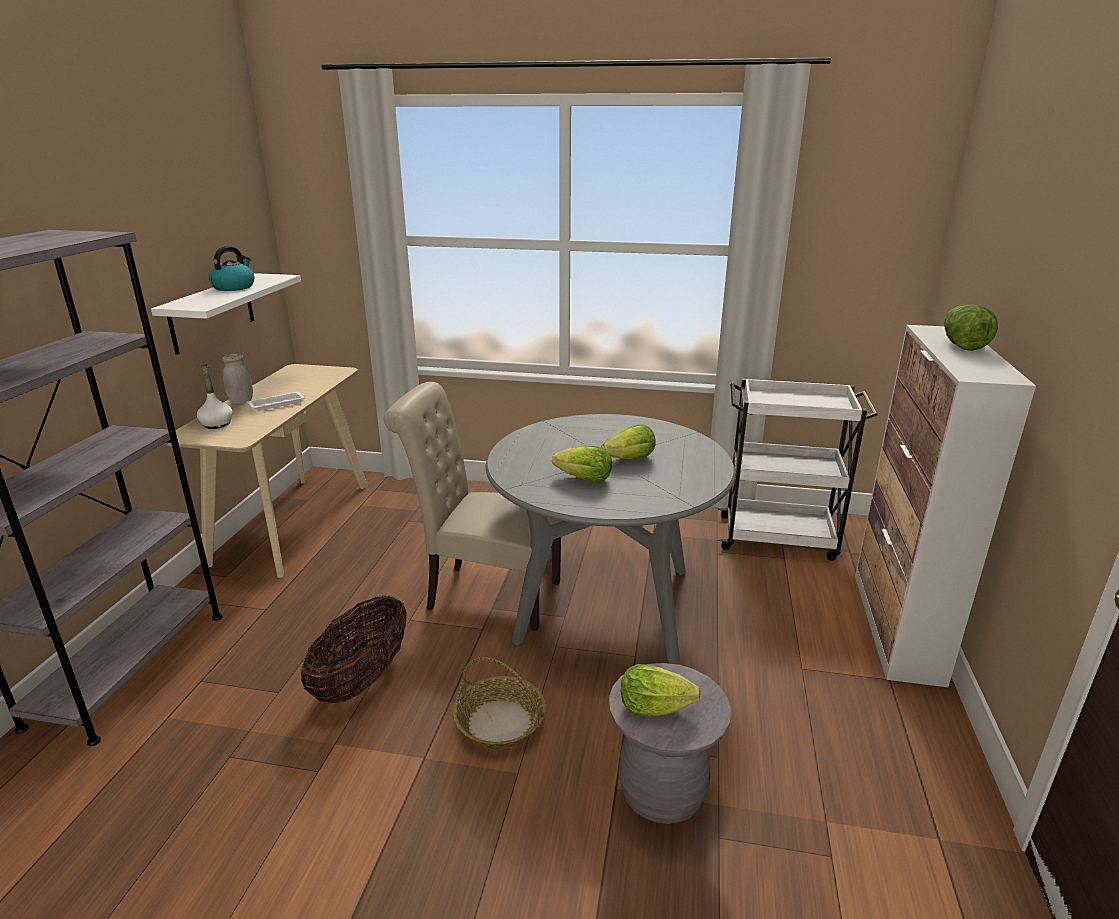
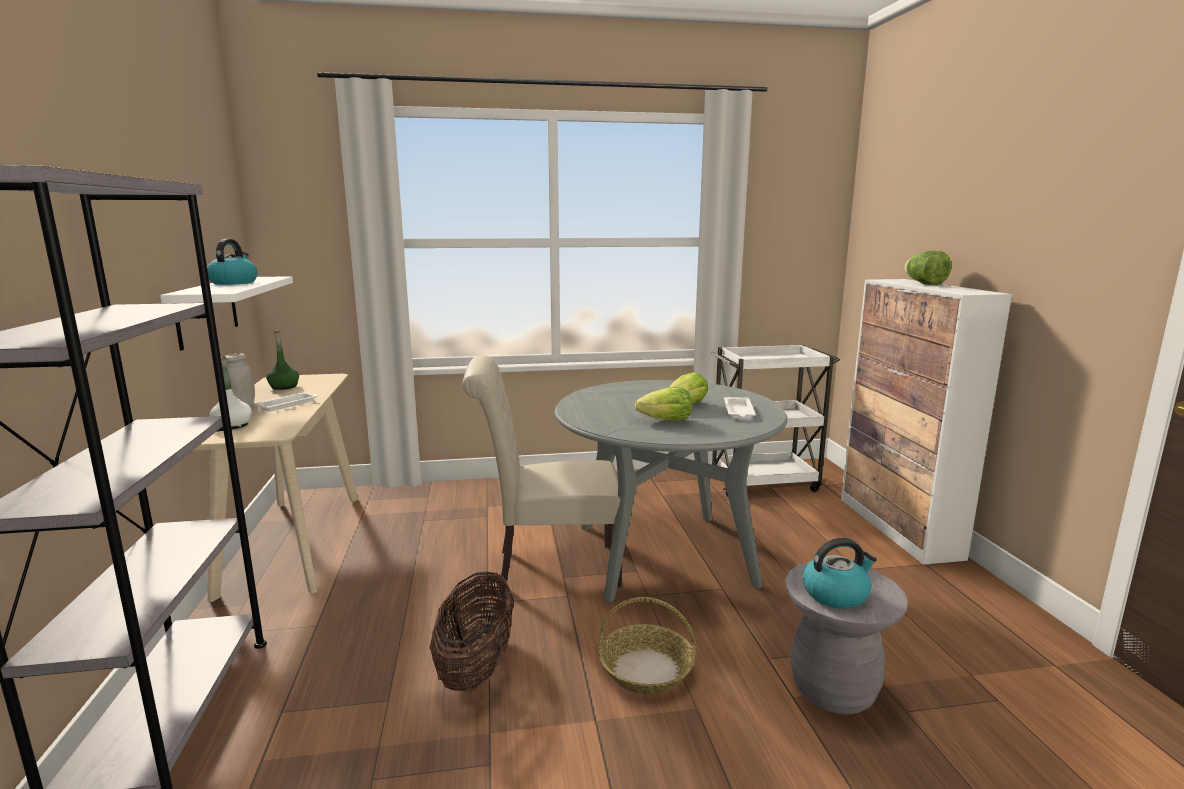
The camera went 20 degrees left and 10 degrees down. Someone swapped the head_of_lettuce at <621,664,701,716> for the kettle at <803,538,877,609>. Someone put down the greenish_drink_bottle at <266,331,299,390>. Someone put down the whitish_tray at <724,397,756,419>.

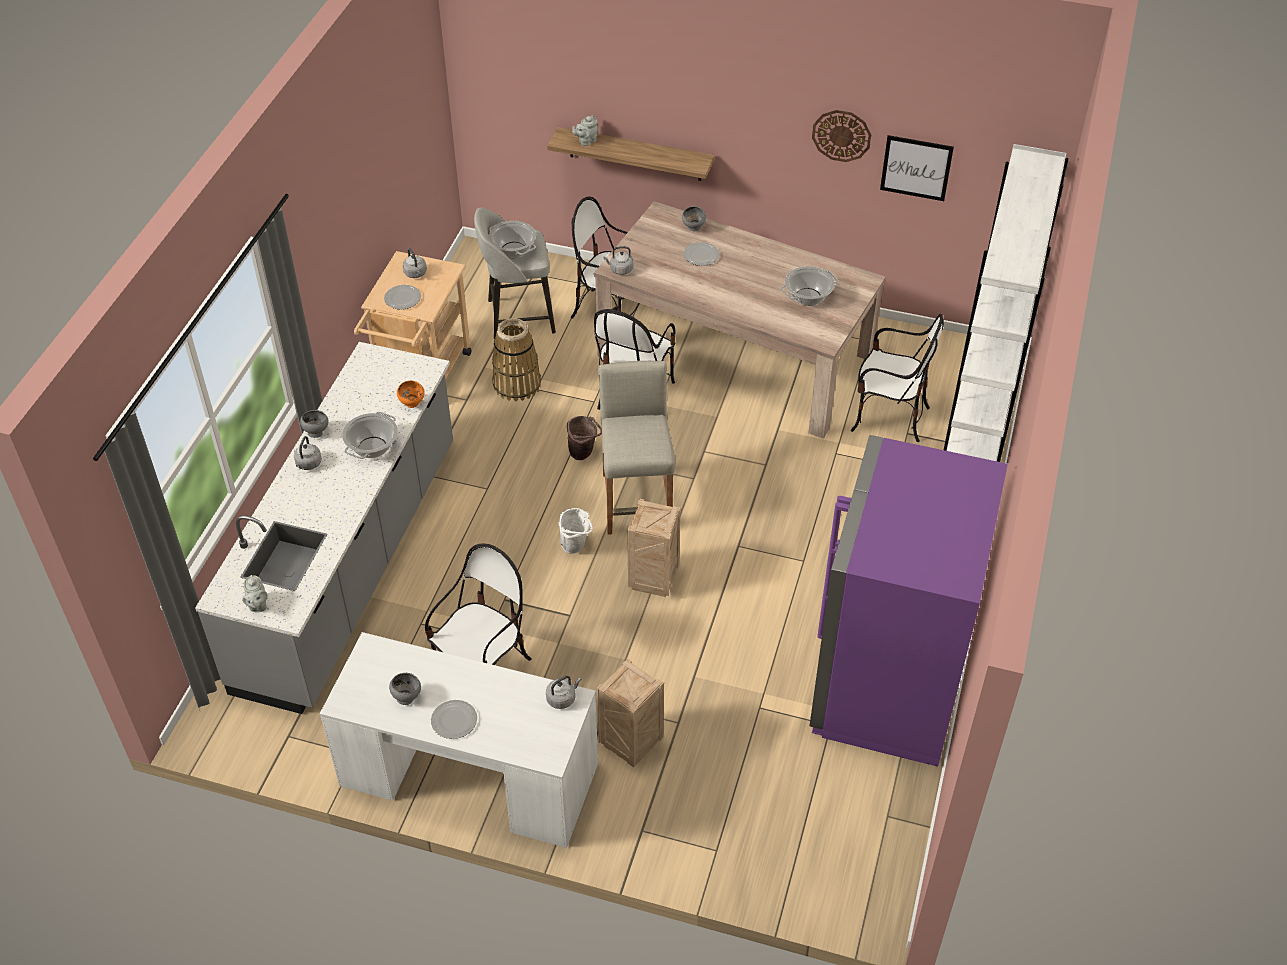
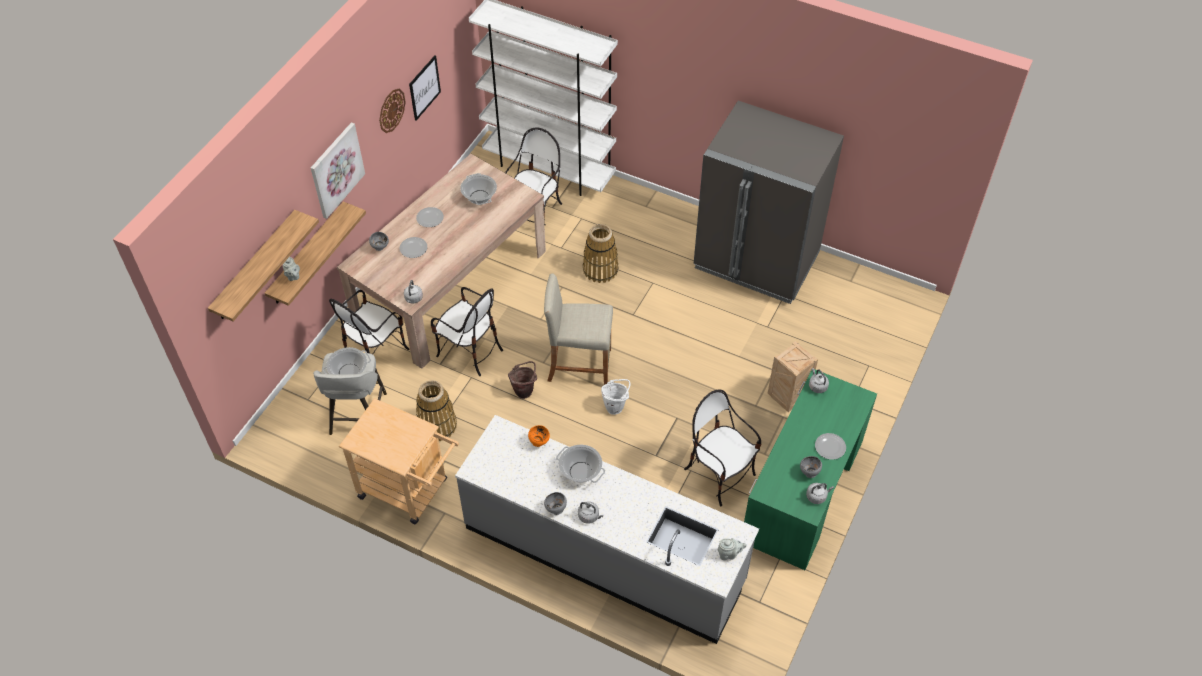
The camera went 80 degrees left and 5 degrees up. Someone repainted the whitish_desk_unit at <320,632,598,848>, which became the greenish_desk_unit at <744,369,877,570>. Someone carried the flat_dish from <384,285,421,309> to <416,207,444,227>. Someone carried the grey_kettle from <403,248,427,278> to <806,483,834,504>. Someone took away the crate at <627,499,681,597>. Someone repainted the purple_refrigerator at <810,435,1008,767>, which became the grey_refrigerator at <694,101,844,304>. Someone put up the bracket_shelf at <208,210,319,322>. Someone put up the picture at <311,122,365,219>. Someone put down the household_basket at <583,224,619,283>.

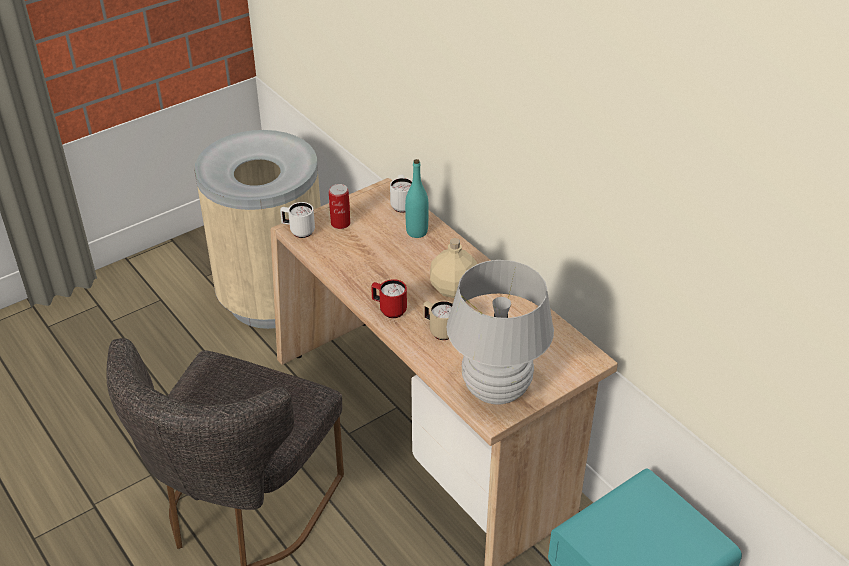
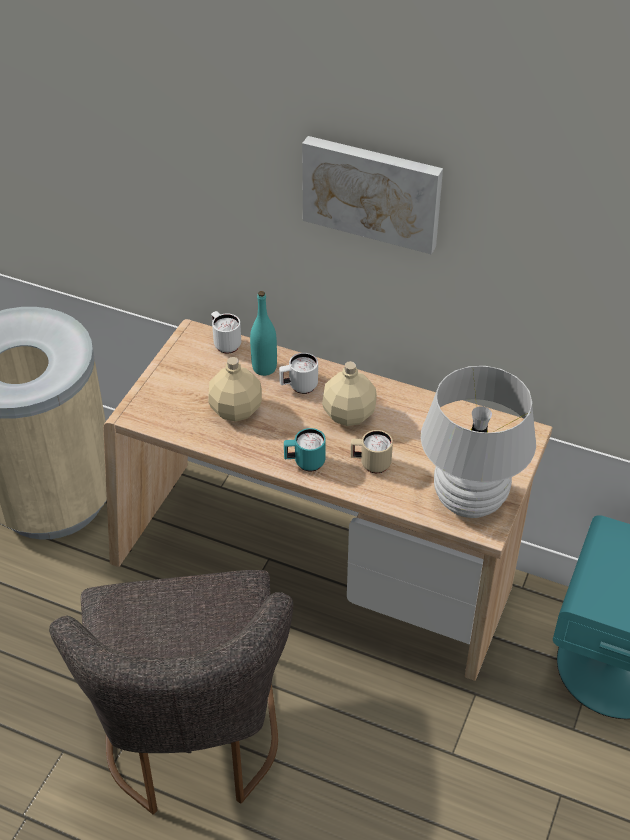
The camera went 30 degrees left and 5 degrees up. Someone carried the whitish_mug from <280,202,315,238> to <279,353,318,394>. Someone took away the sealed_can at <329,184,350,229>. Someone repainted the red_mug at <371,279,407,318>, which became the turquoise-coloured_mug at <284,428,326,472>. Someone put down the beige-coloured_drink_bottle at <208,357,262,422>. Someone put up the picture at <302,136,443,254>.

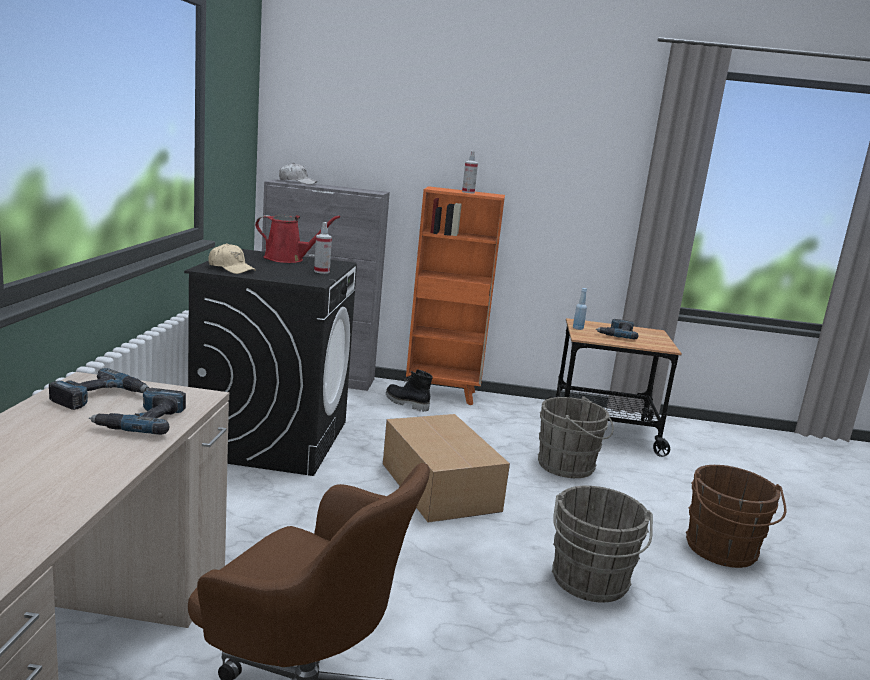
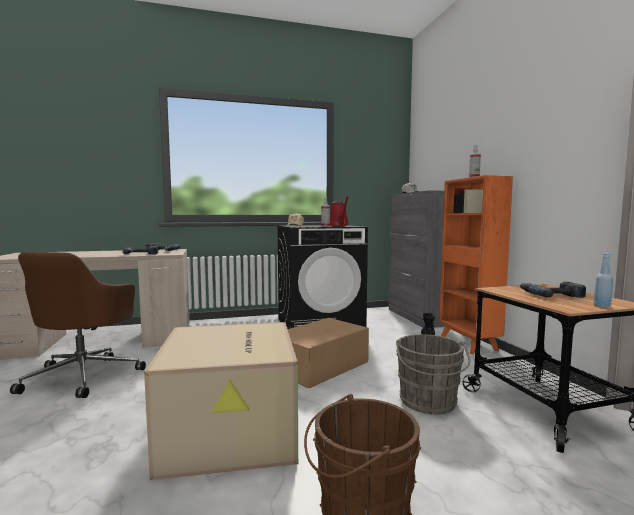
The camera went 70 degrees right and 10 degrees down. Someone swapped the grey_bucket at <552,486,653,603> for the packing_box at <144,322,298,480>. Someone carried the blue_drink_bottle from <573,288,587,330> to <593,253,613,308>.

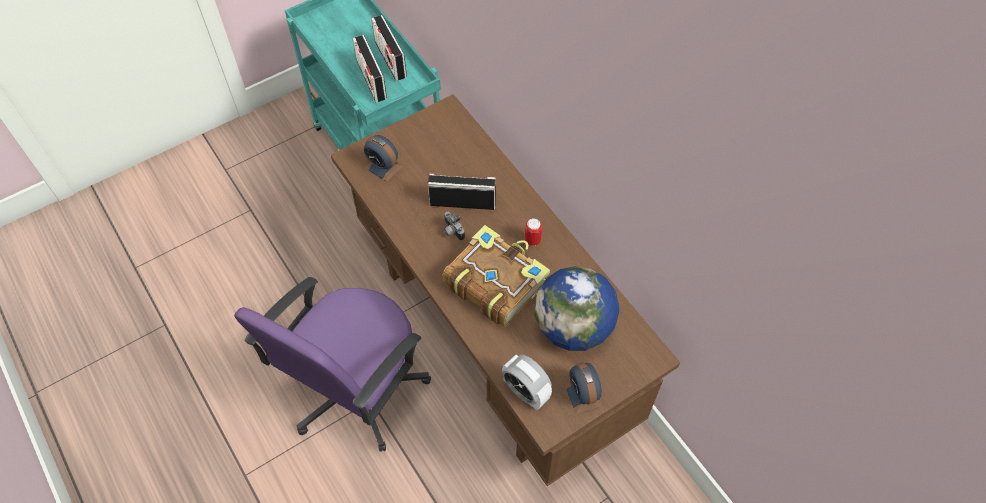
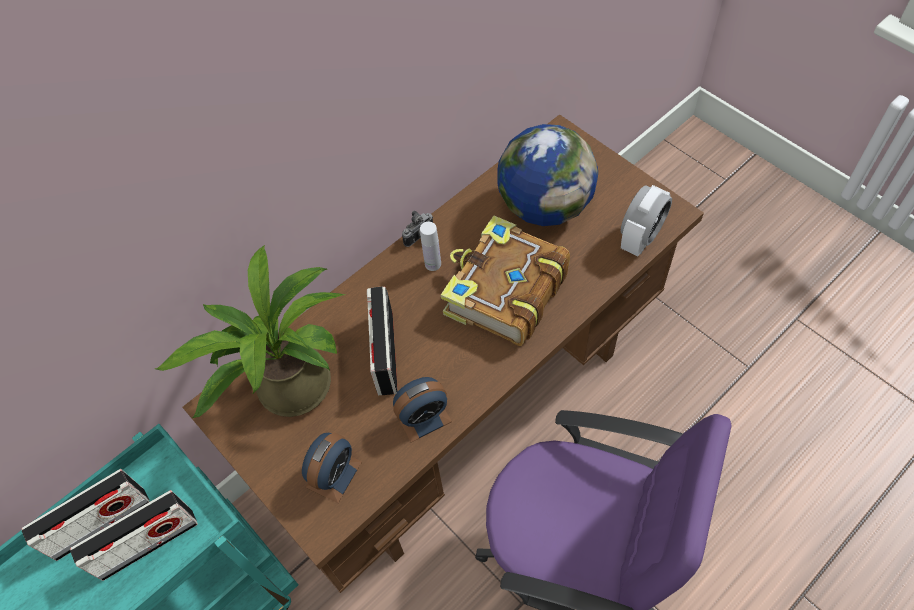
The camera went 95 degrees left and 0 degrees up. Someone carried the photo_camera from <444,211,465,241> to <402,210,434,247>. Someone swapped the sealed_can at <525,218,542,246> for the whitish_drink_bottle at <420,222,441,271>. Someone carried the bedside_clock from <564,362,602,414> to <393,377,452,442>. Someone put down the houseplant at <155,245,345,418>.

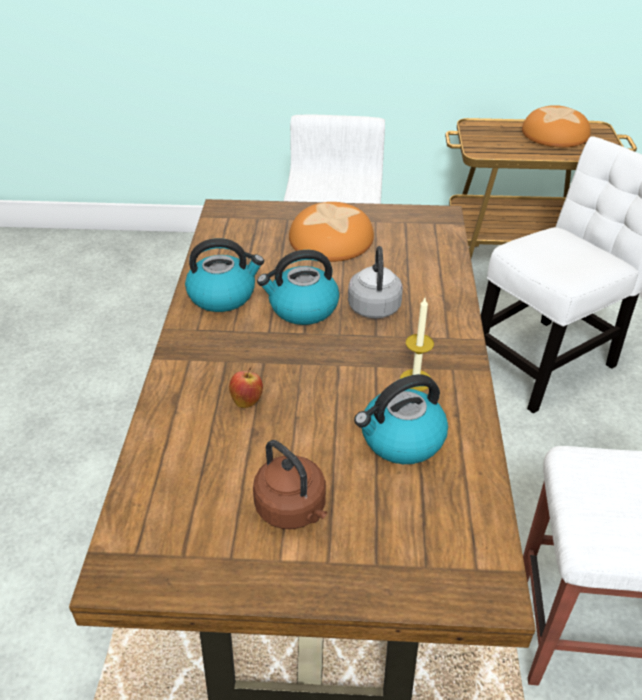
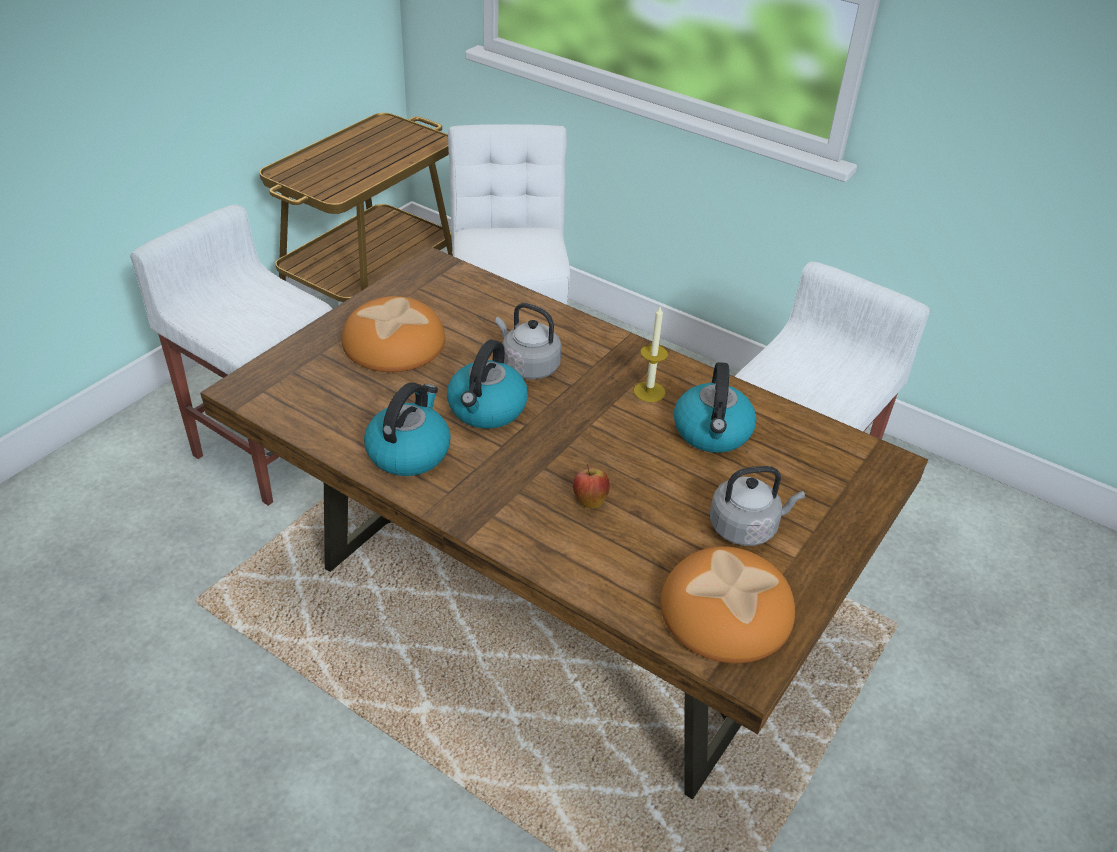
The camera went 60 degrees left and 0 degrees up. Someone repainted the brown-coloured_kettle at <253,440,327,529>, which became the grey_kettle at <709,466,805,546>. Someone carried the bread from <522,105,591,147> to <660,546,795,663>.

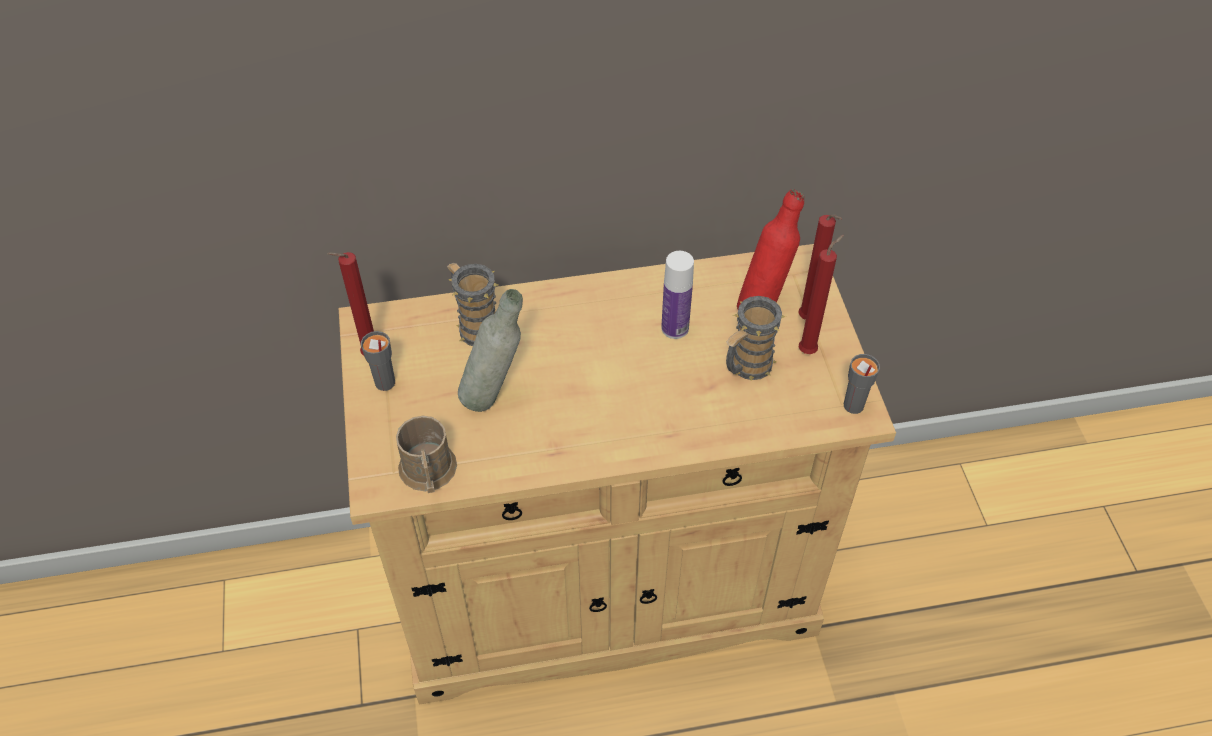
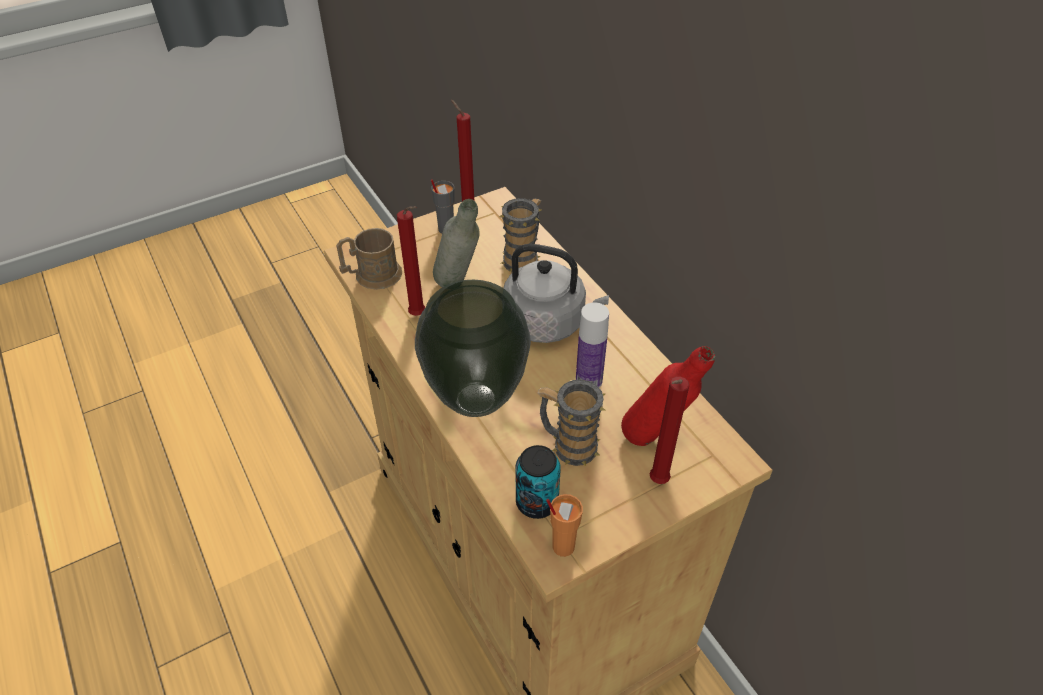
The camera went 70 degrees right and 5 degrees down. Someone carried the red_wax_candle from <799,235,844,354> to <397,206,425,316>. Someone repainted the grey_small_cup at <844,354,880,414>, which became the orangey_small_cup at <546,494,583,557>. Someone put down the flower_vase at <415,280,531,417>. Someone put down the grey_kettle at <504,244,609,343>. Someone put down the sealed_can at <516,445,561,519>.

